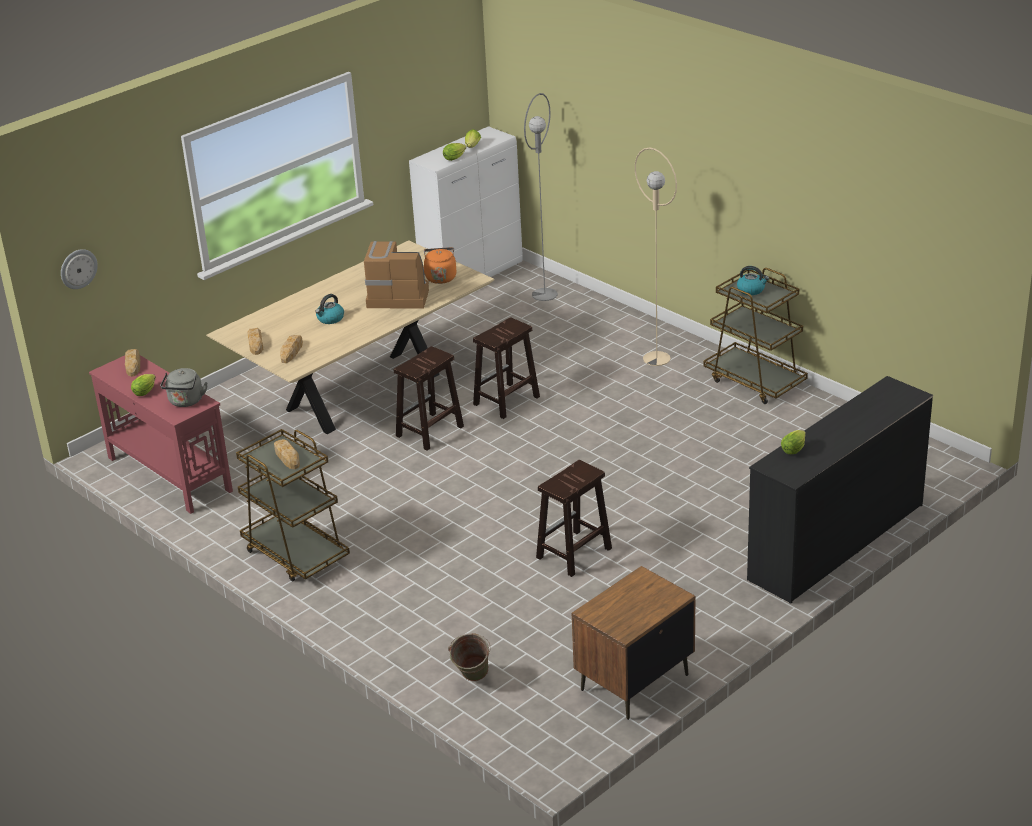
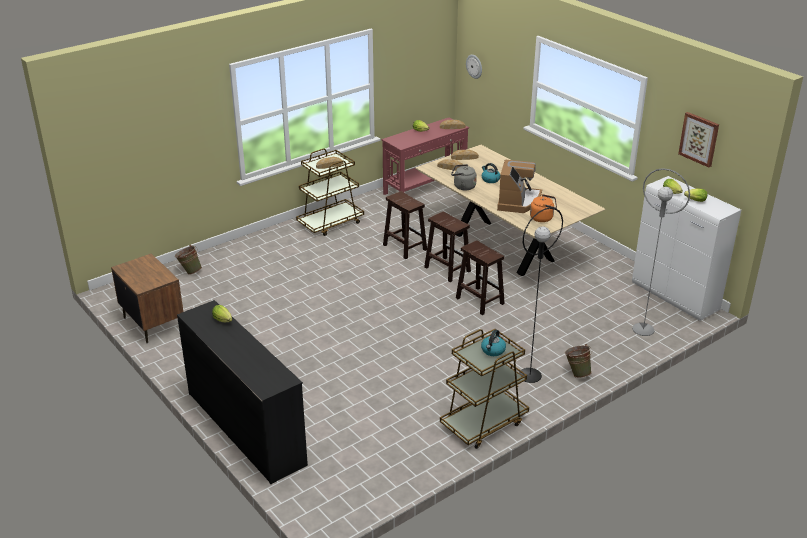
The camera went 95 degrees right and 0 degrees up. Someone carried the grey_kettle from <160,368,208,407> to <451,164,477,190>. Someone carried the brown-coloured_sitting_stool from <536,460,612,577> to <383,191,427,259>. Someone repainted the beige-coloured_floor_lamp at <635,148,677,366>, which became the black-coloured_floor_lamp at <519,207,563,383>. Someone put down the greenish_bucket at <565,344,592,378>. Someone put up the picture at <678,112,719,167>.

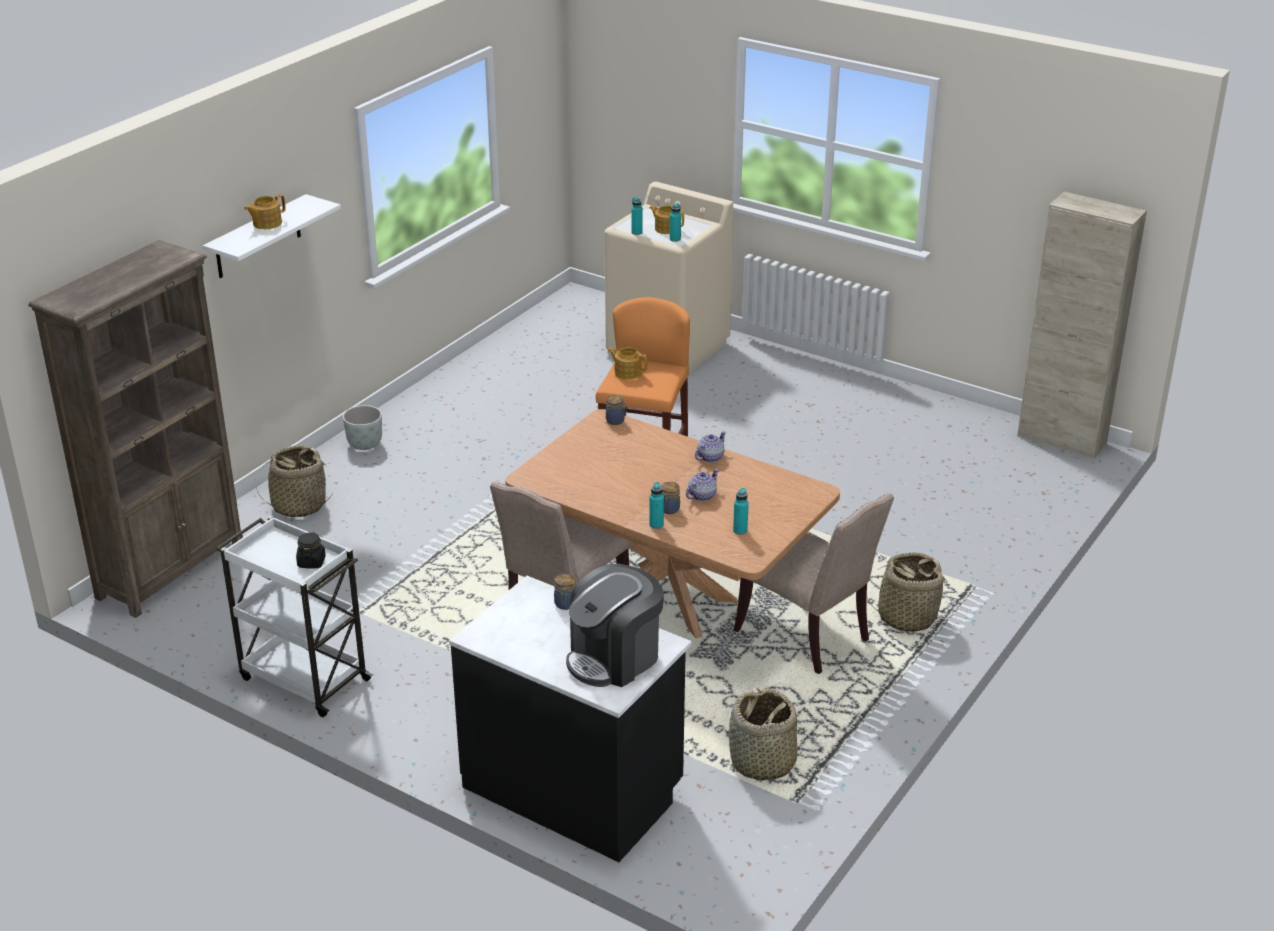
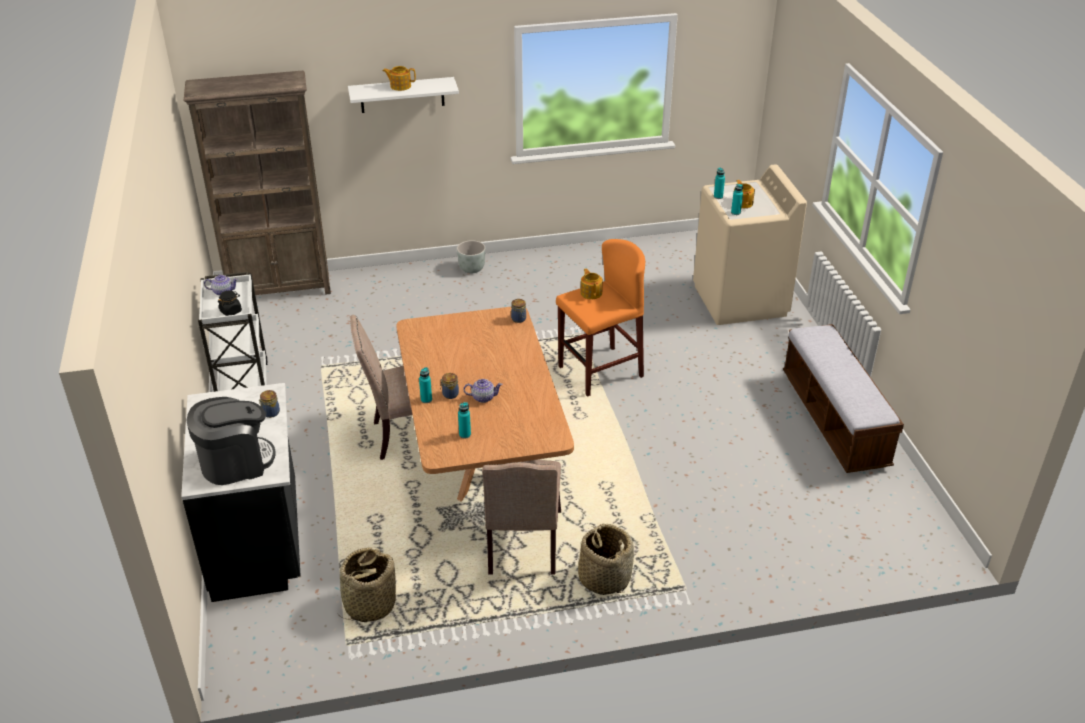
The camera went 45 degrees right and 5 degrees up. Someone took away the household_basket at <256,445,333,518>. Someone rotated the coffee_maker at <566,564,664,687> by 150 degrees clockwise. Someone carried the tea_pot from <695,431,726,462> to <204,275,238,296>. Someone took away the beige-coloured_cupboard at <1017,192,1147,459>. Someone put down the bench at <783,324,904,473>.

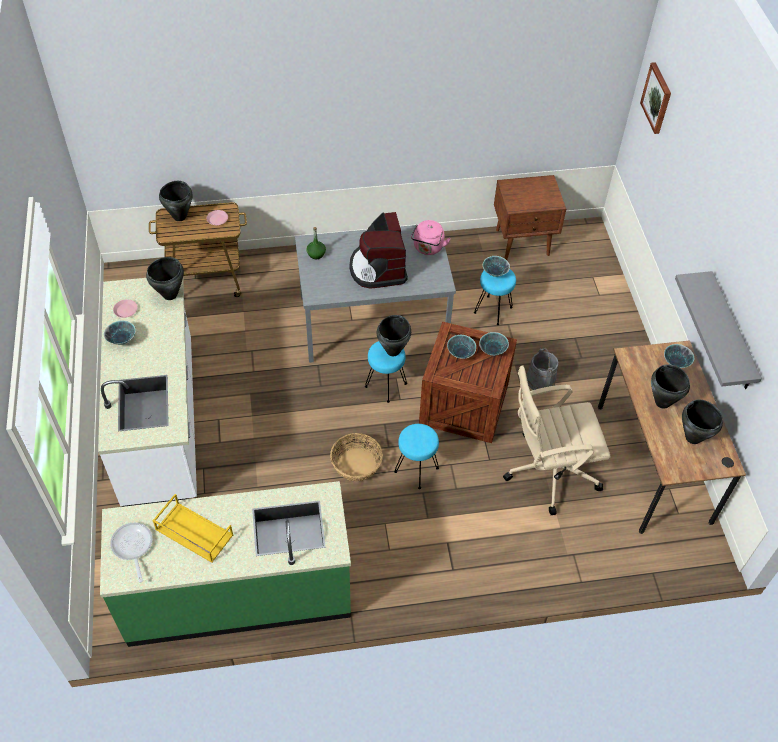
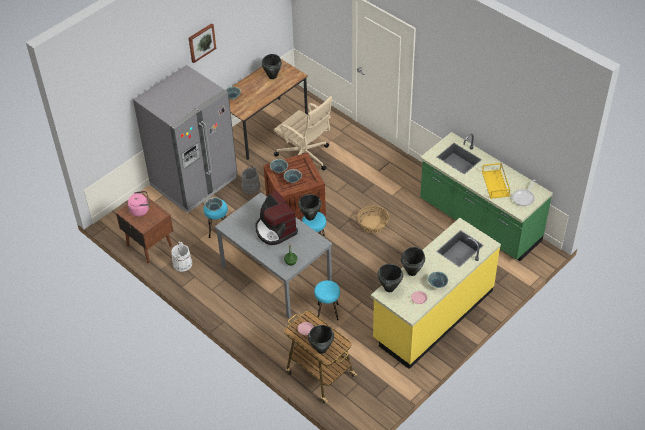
The camera went 125 degrees left and 5 degrees down. Someone repainted the whitish_kitchen_counter at <98,278,197,507>, which became the yellowish_kitchen_counter at <371,218,501,369>. Someone rotated the coffee_maker at <349,212,408,289> by 105 degrees clockwise. Someone carried the turquoise-coloured_sitting_stool from <394,424,439,489> to <314,280,340,320>. Someone carried the pinkish_kettle from <411,220,451,255> to <128,191,150,217>. Someone carried the picture from <640,62,671,134> to <189,23,216,63>. Someone carried the black-coloured_cooking_pot from <651,364,690,409> to <401,247,425,276>. Someone took away the grey_bracket_shelf at <675,271,762,389>. Someone put down the grey_refrigerator at <133,65,237,213>. Someone put down the whitish_bucket at <171,241,192,272>.

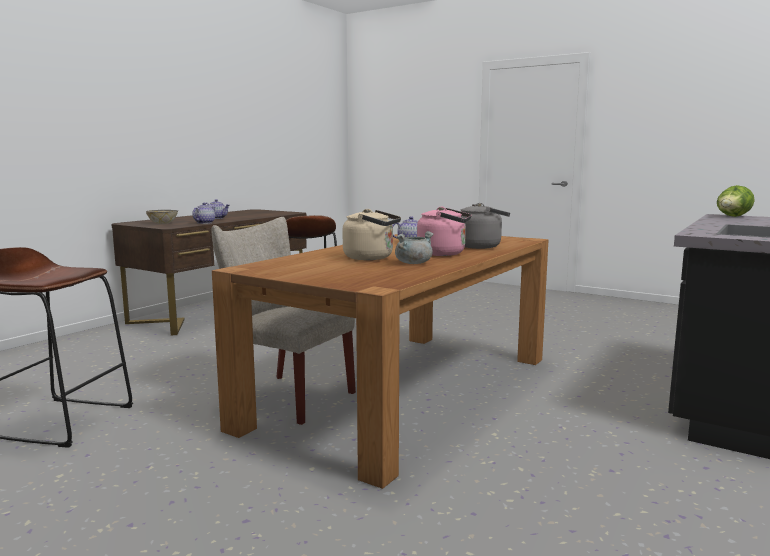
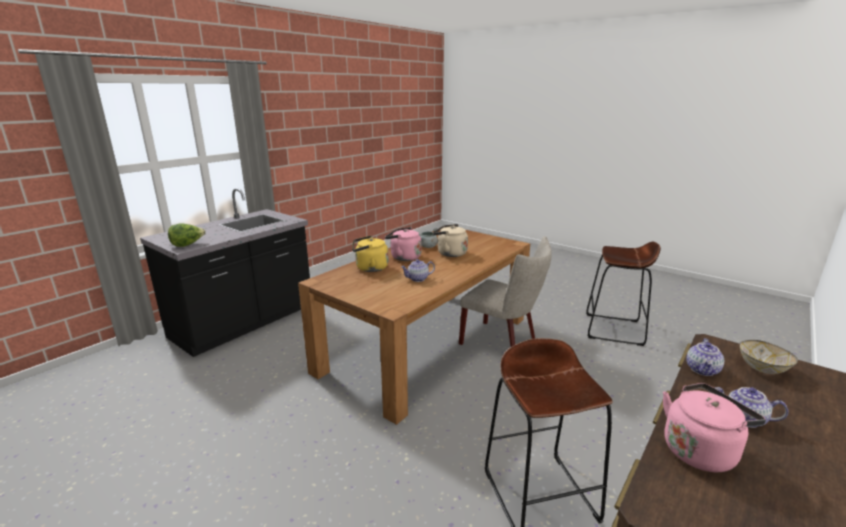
The camera went 175 degrees left and 10 degrees up. Someone repainted the grey_kettle at <461,203,510,249>, which became the yellowish_kettle at <352,236,389,272>. Someone put down the pinkish_kettle at <663,383,766,472>.

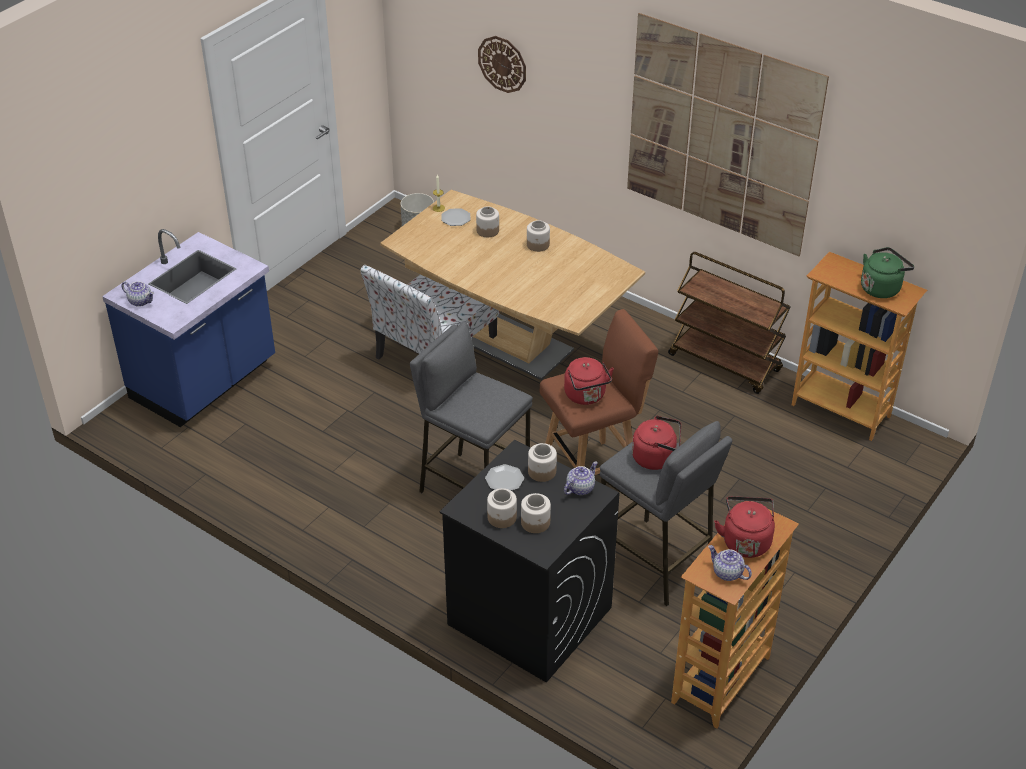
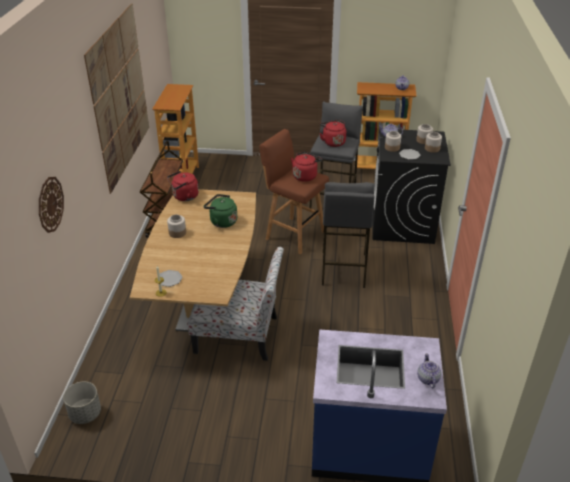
The camera went 120 degrees left and 5 degrees down. Someone took away the jar at <476,206,499,237>. Someone carried the red_kettle from <714,496,775,558> to <167,171,199,201>. Someone carried the greenish_kettle from <861,247,914,298> to <204,194,237,228>.

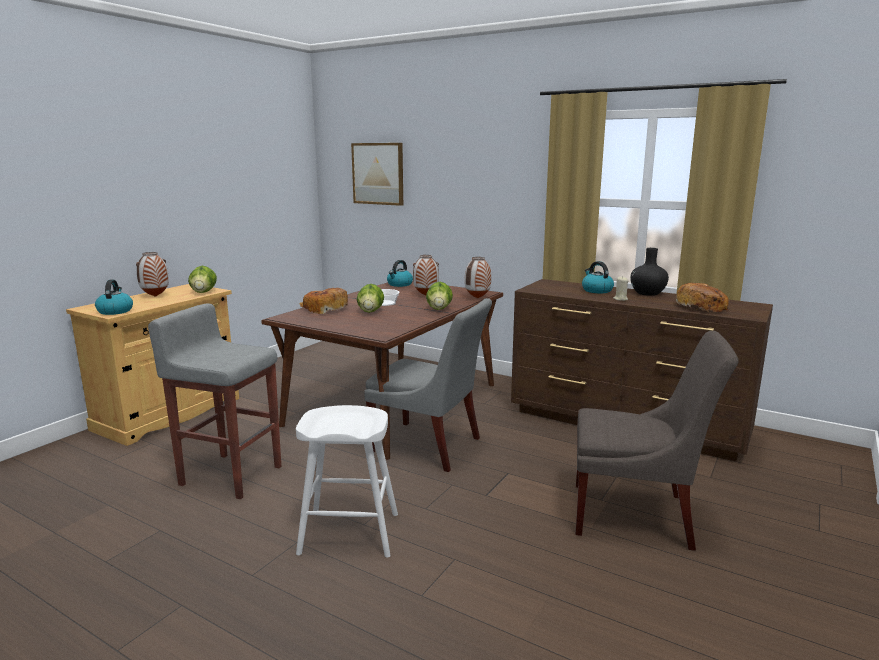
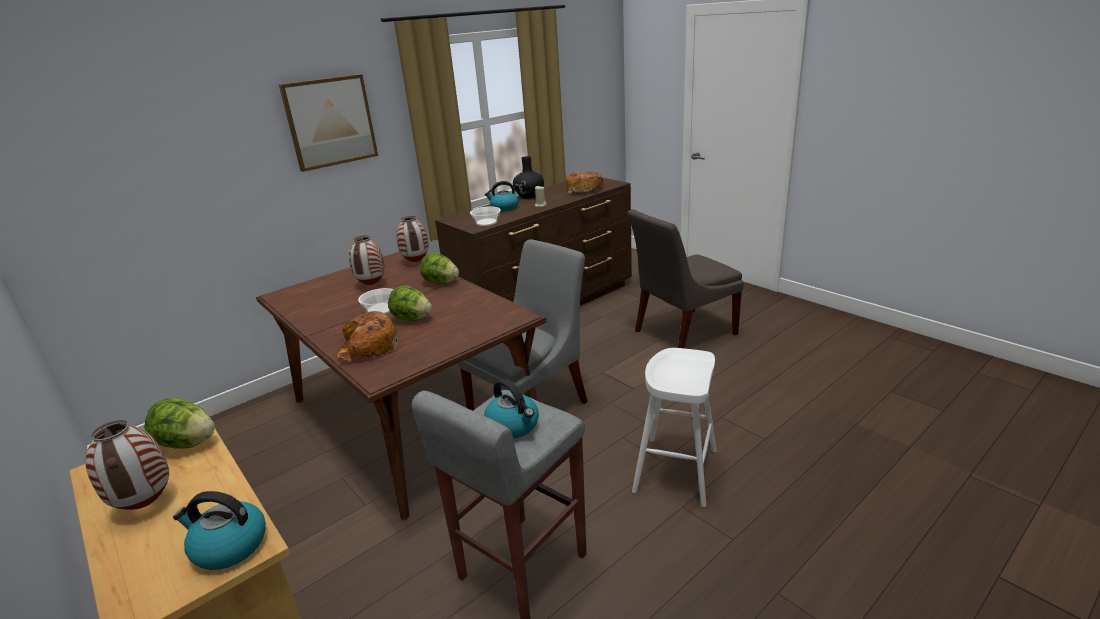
The camera went 70 degrees left and 10 degrees up. Someone carried the picture from <351,143,403,206> to <279,74,378,172>. Someone carried the kettle from <387,260,413,287> to <484,379,539,439>. Someone rotated the grey_plain_chair at <575,331,739,551> by 150 degrees counterclockwise. Someone put down the serving_bowl at <470,206,501,226>.

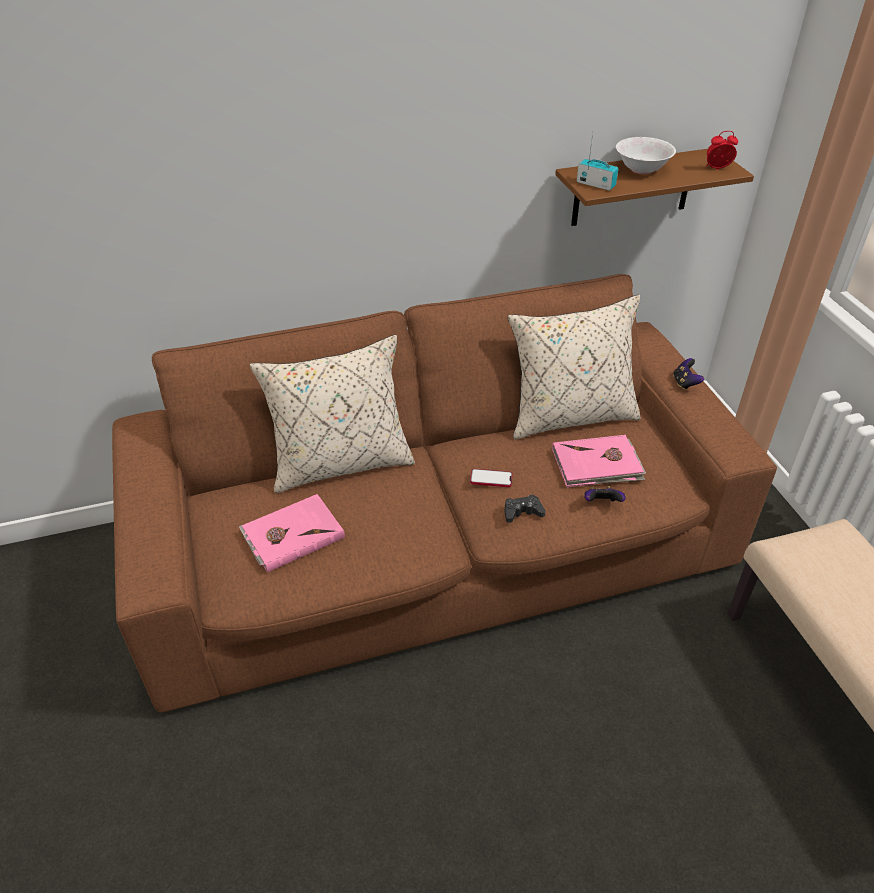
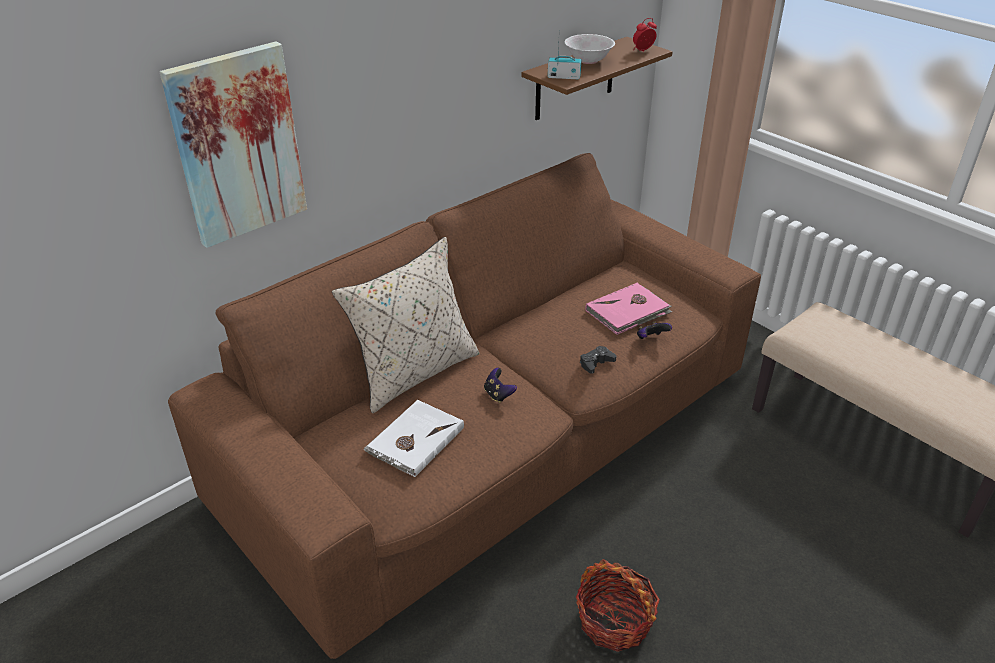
The camera went 25 degrees left and 5 degrees down. Someone repainted the pinkish_book at <239,494,345,572>, which became the whitish_book at <363,400,464,477>. Someone took away the phone at <470,469,513,487>. Someone took away the beige-coloured_cushion at <508,295,641,440>. Someone carried the game_controller from <673,358,704,390> to <484,368,517,403>. Someone put up the picture at <160,42,307,248>. Someone put down the household_basket at <576,559,660,652>.

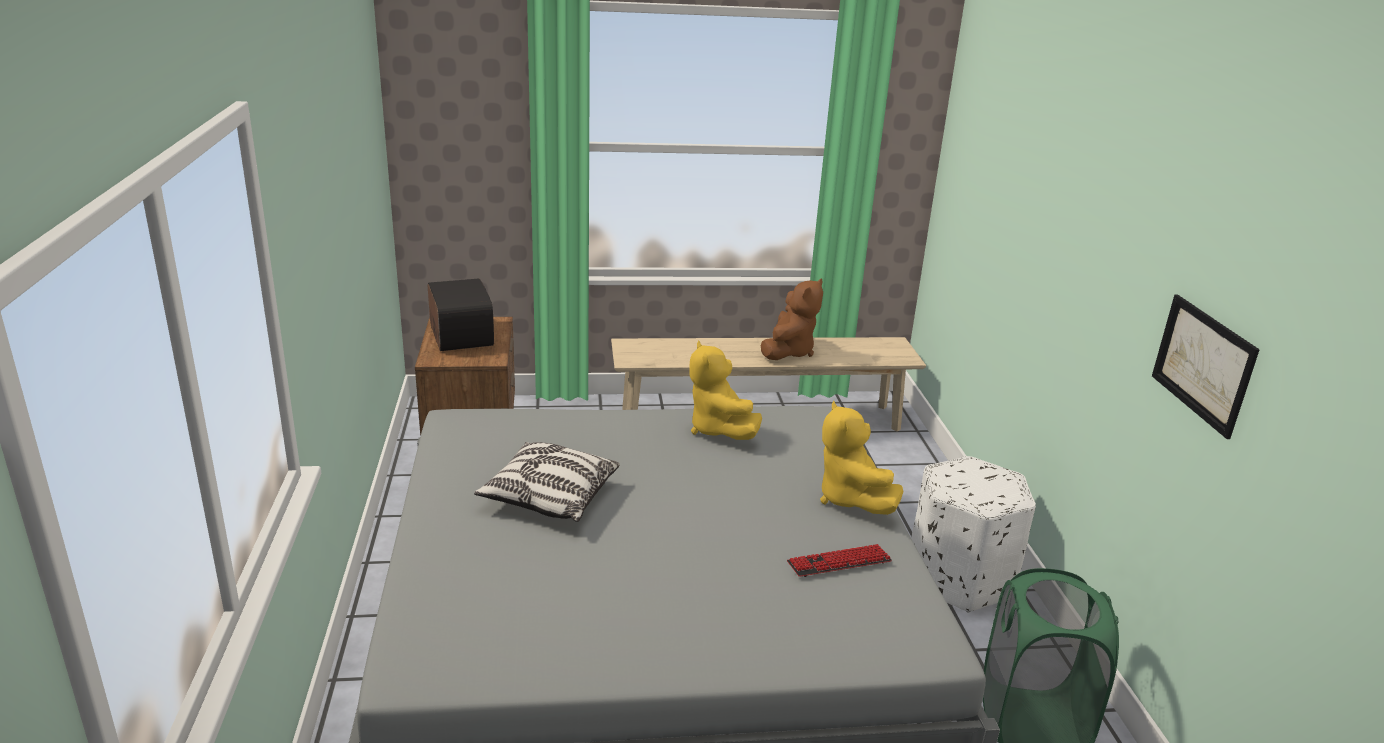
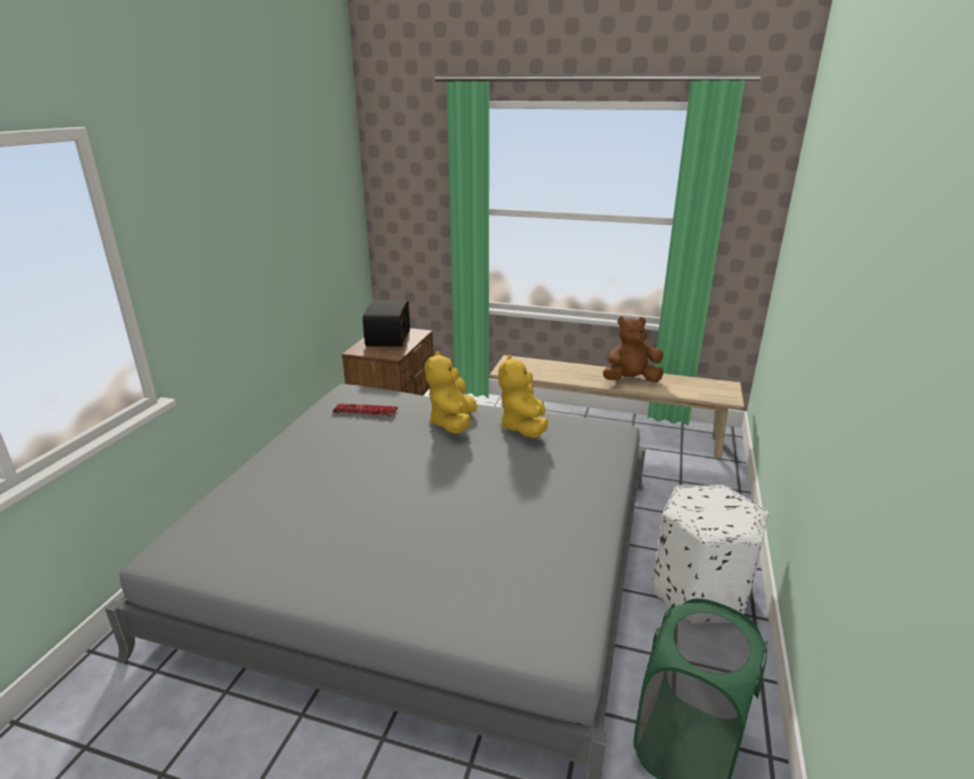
The camera went 25 degrees right and 0 degrees up. Someone took away the cushion at <474,442,620,522>. Someone rotated the brown-coloured_cuddly_toy at <761,279,823,360> by 150 degrees counterclockwise. Someone carried the keyboard from <787,544,892,577> to <332,403,398,416>. Someone carried the yellowish_cuddly_toy from <820,401,903,515> to <425,351,477,434>. Someone took away the picture at <1152,295,1260,439>.

